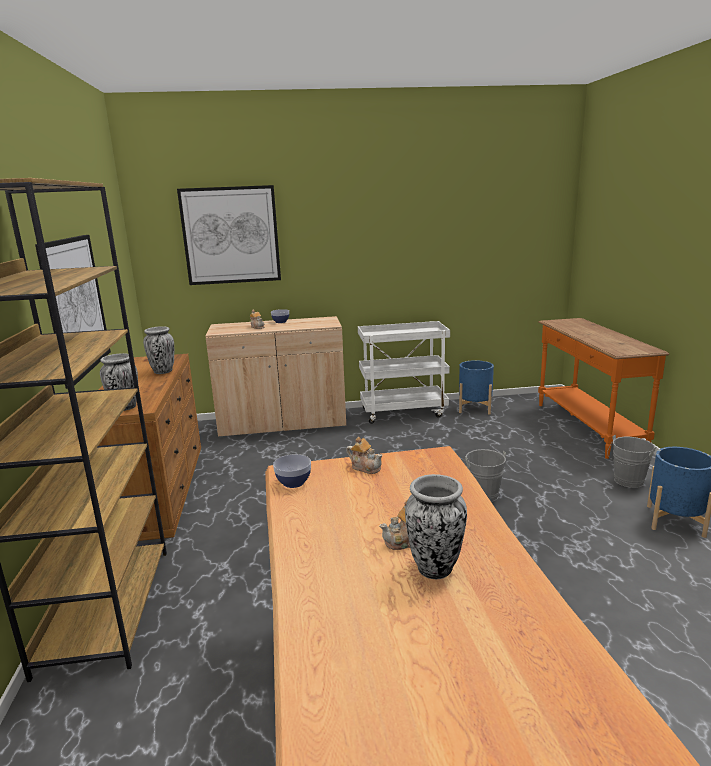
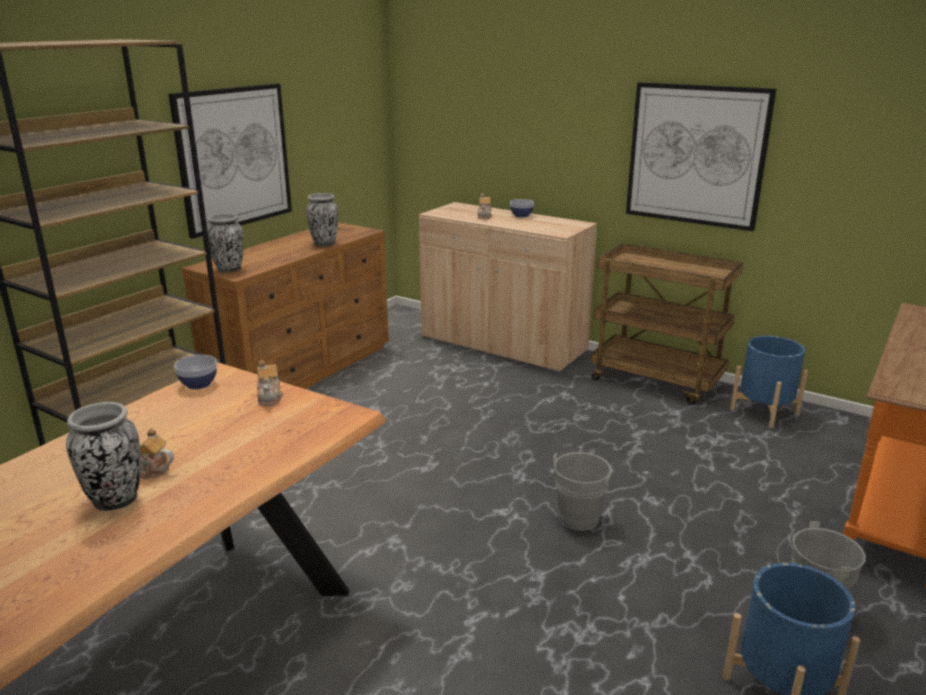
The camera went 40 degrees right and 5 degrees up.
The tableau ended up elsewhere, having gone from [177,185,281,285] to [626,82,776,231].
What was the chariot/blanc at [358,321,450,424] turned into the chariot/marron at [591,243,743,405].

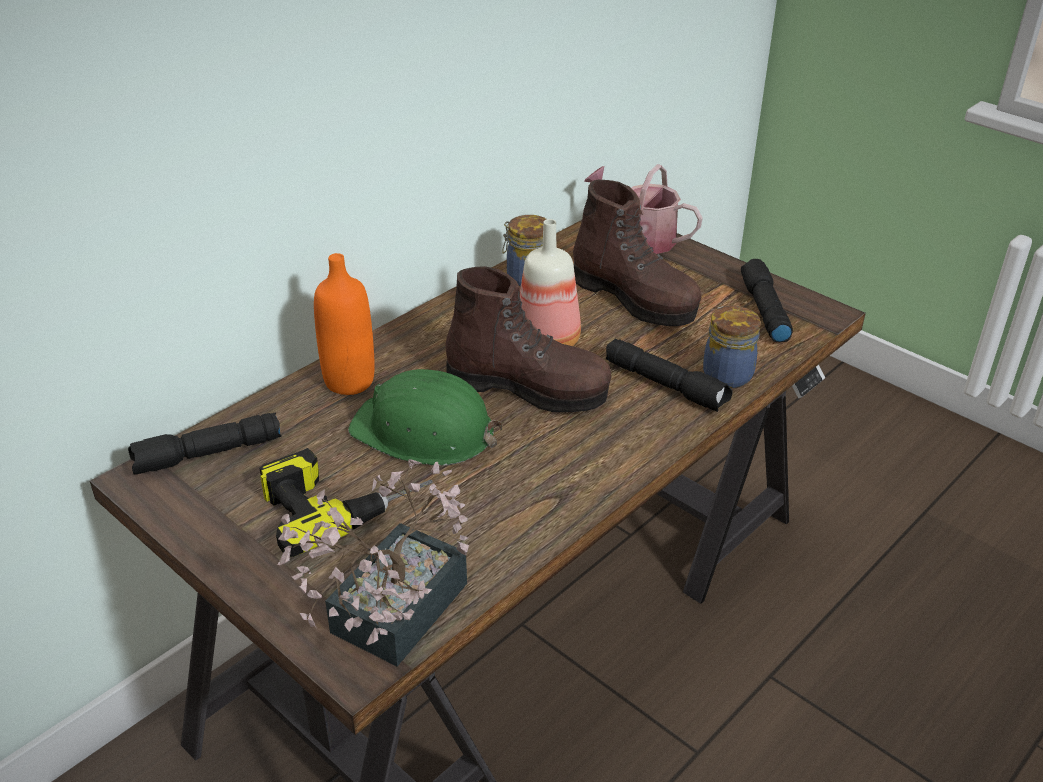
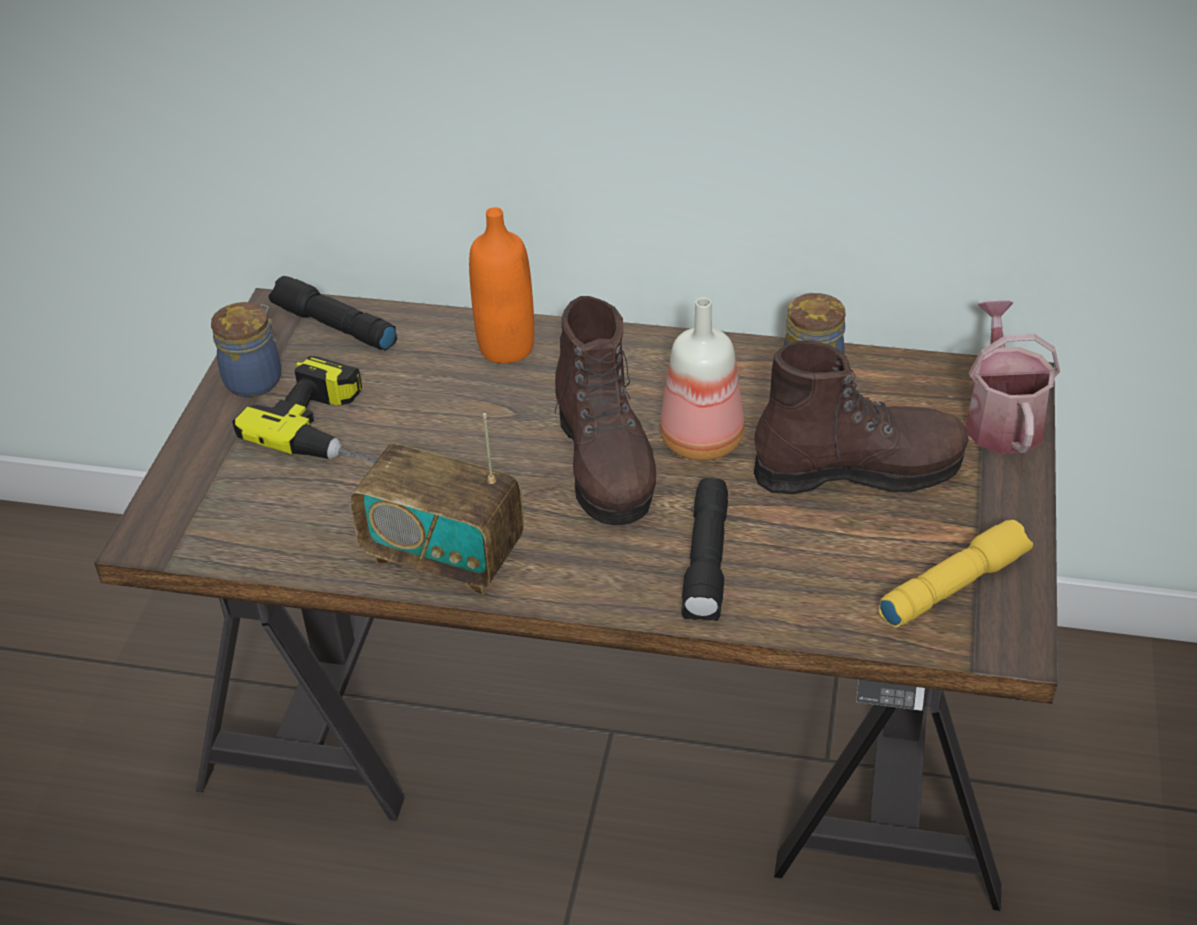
The camera went 60 degrees right and 5 degrees up.
The second view lost the plante en pot at [277,459,469,666].
The second view lost the casque de chantier/vert at [348,369,504,466].
The second view gained the radio at [350,413,524,595].
The bocal ended up elsewhere, having gone from [703,306,761,388] to [211,302,281,397].
What was the lampe de poche/noir at [741,259,793,342] turned into the lampe de poche/jaune at [879,520,1033,628].
The botte/marron at [573,180,701,326] ended up facing another way, 105 degrees counterclockwise from before.

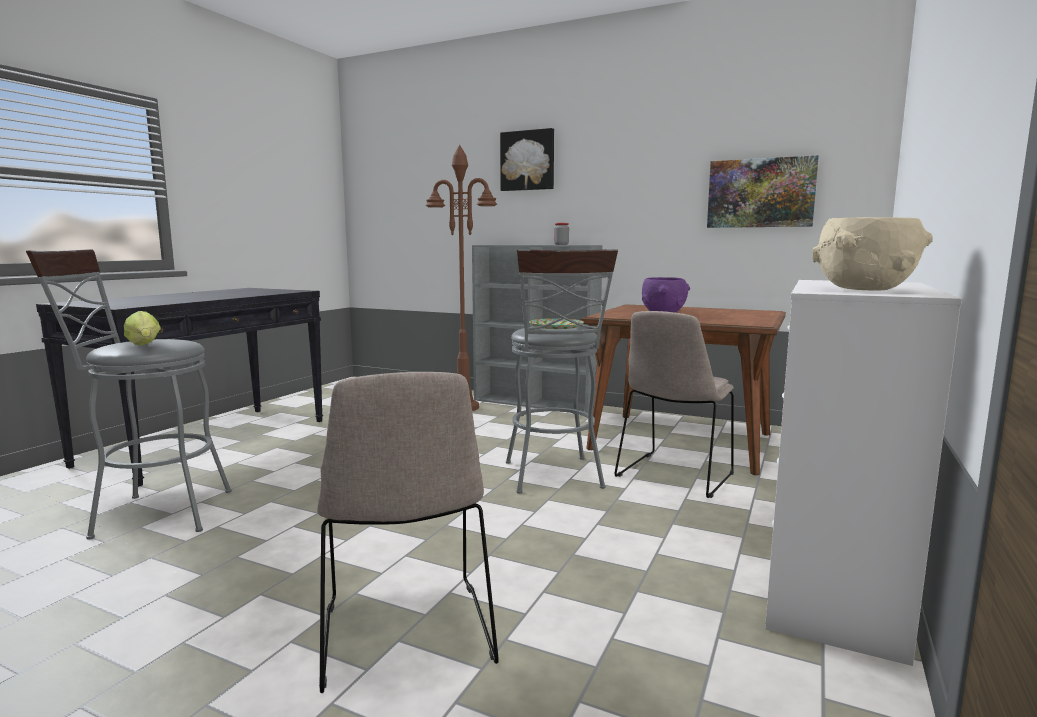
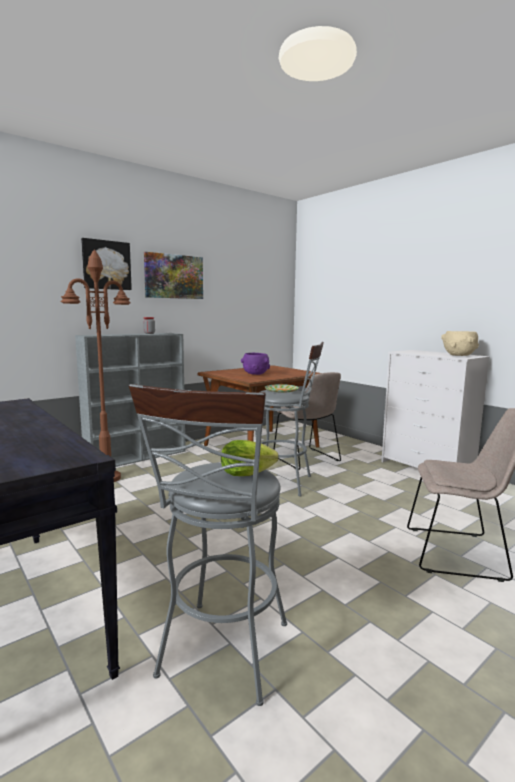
The camera went 65 degrees left and 0 degrees up.
The tableau ended up elsewhere, having gone from [707,155,819,228] to [144,252,203,299].

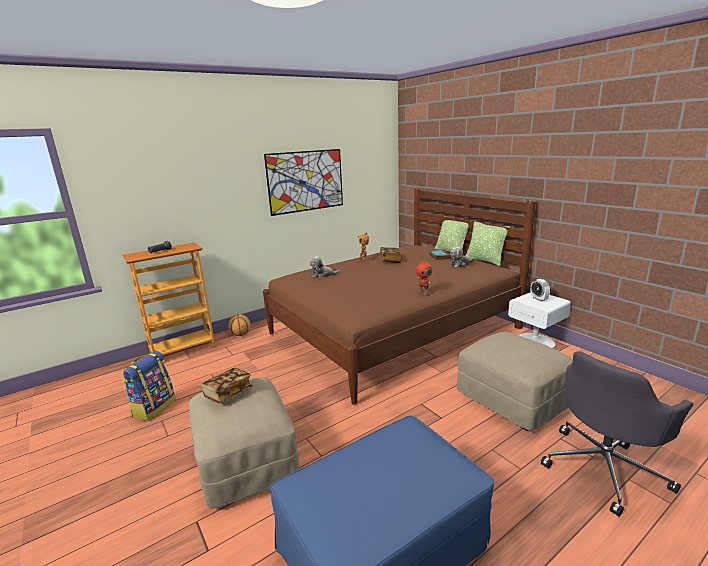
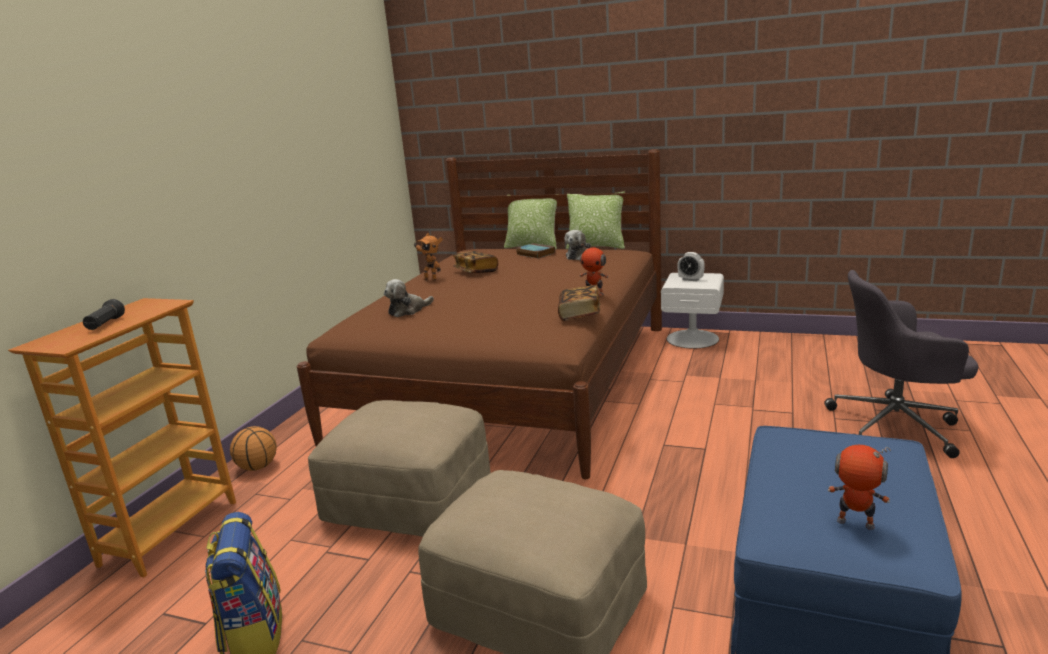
The camera went 35 degrees left and 0 degrees up.
The second view lost the tableau at [264,149,343,216].
The second view gained the robot jouet at [828,445,891,530].
The livre ended up elsewhere, having gone from [201,368,253,404] to [558,285,600,321].
The pouf/beige ended up elsewhere, having gone from [457,332,573,431] to [308,400,491,537].
The chaise de bureau/gris at [541,351,694,517] ended up facing another way, 75 degrees clockwise from before.

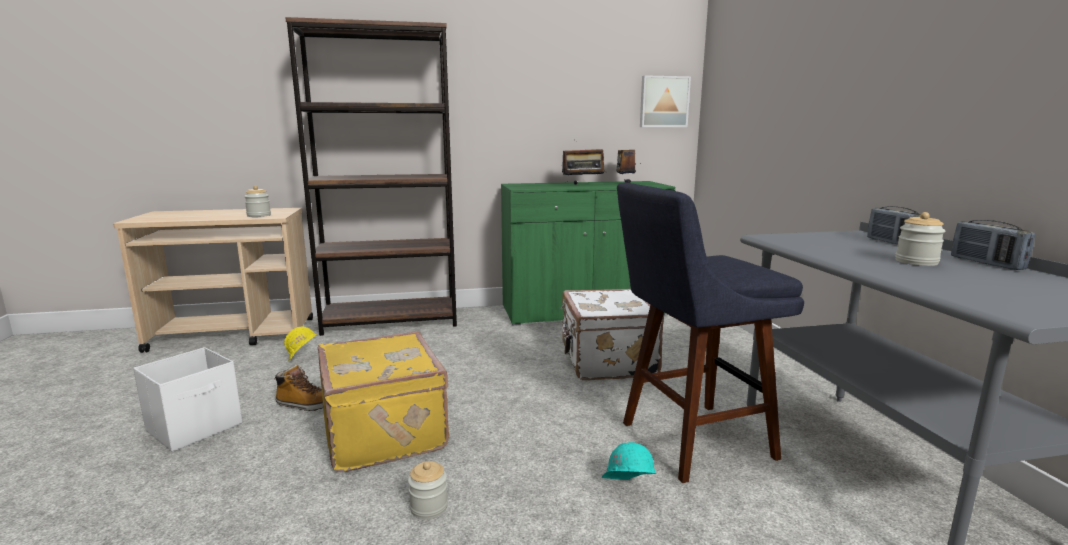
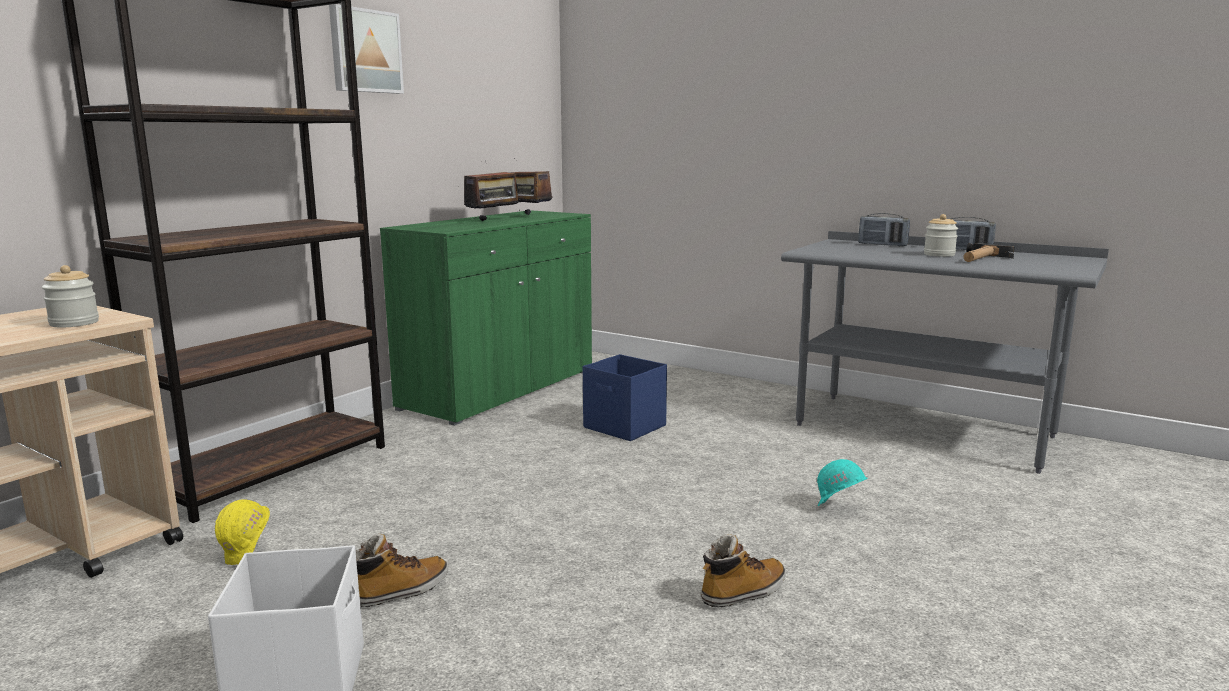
The camera went 45 degrees left and 0 degrees up.
The second view lost the valise/jaune at [318,331,449,472].
The second view lost the tabouret/bleu at [617,182,804,483].
The second view gained the marteau at [963,243,1015,262].
The tableau ended up elsewhere, having gone from [640,75,691,127] to [329,4,404,94].
Where the bocal stood at [408,461,448,519], the botte came to stand at [701,534,786,607].
Where the valise/blanc stood at [561,289,664,380], the boîte de rangement/bleu came to stand at [583,354,667,441].

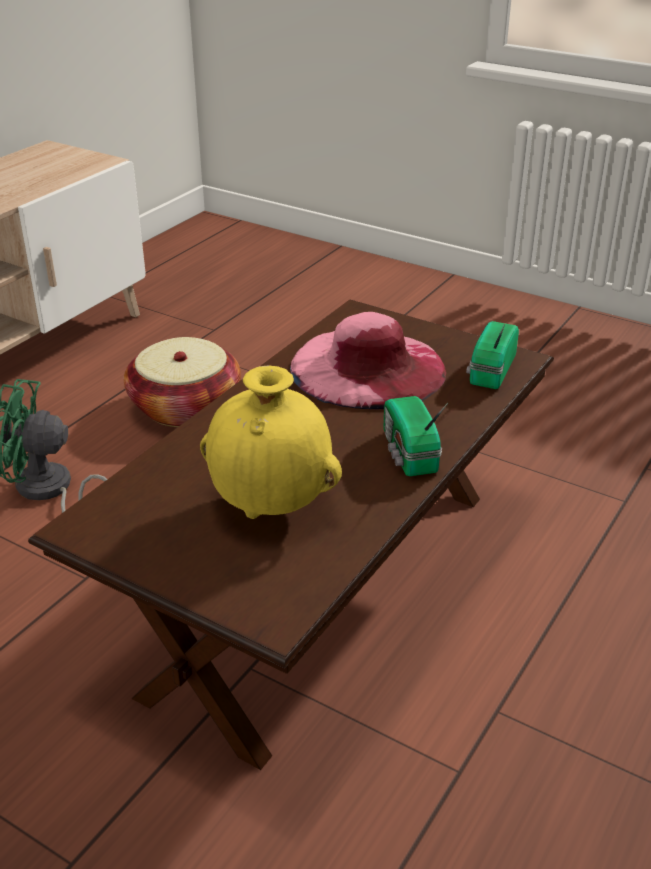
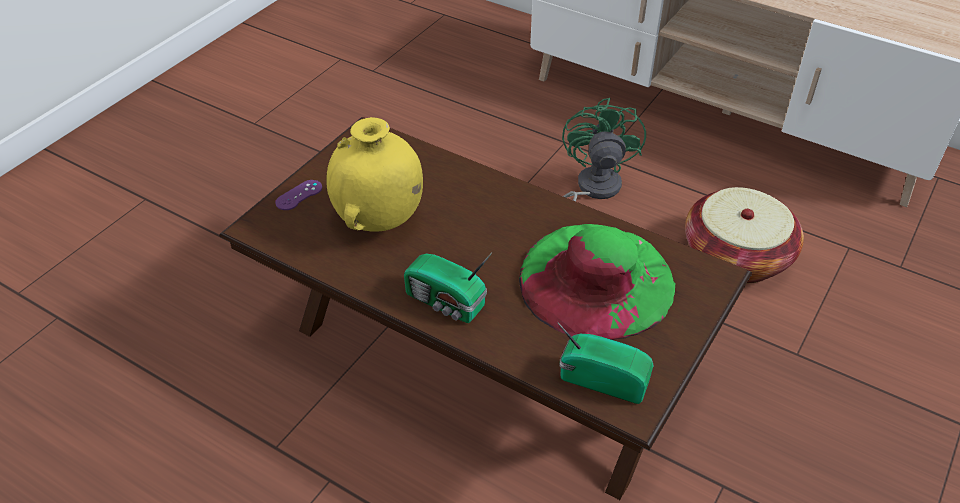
The camera went 90 degrees right and 10 degrees up.
The second view gained the manette/violet at [275,180,322,210].
What was the chapeau/rose at [290,312,446,409] turned into the chapeau/vert at [519,224,675,340].
The radio at [384,396,448,476] ended up facing another way, 135 degrees counterclockwise from before.

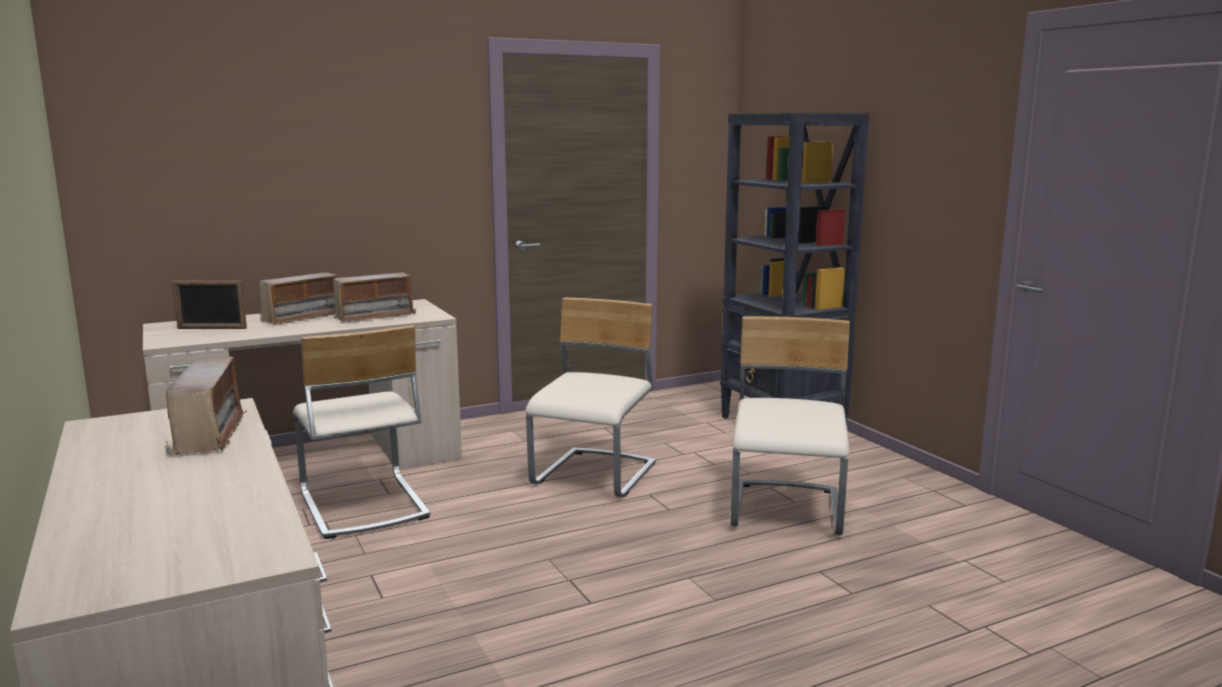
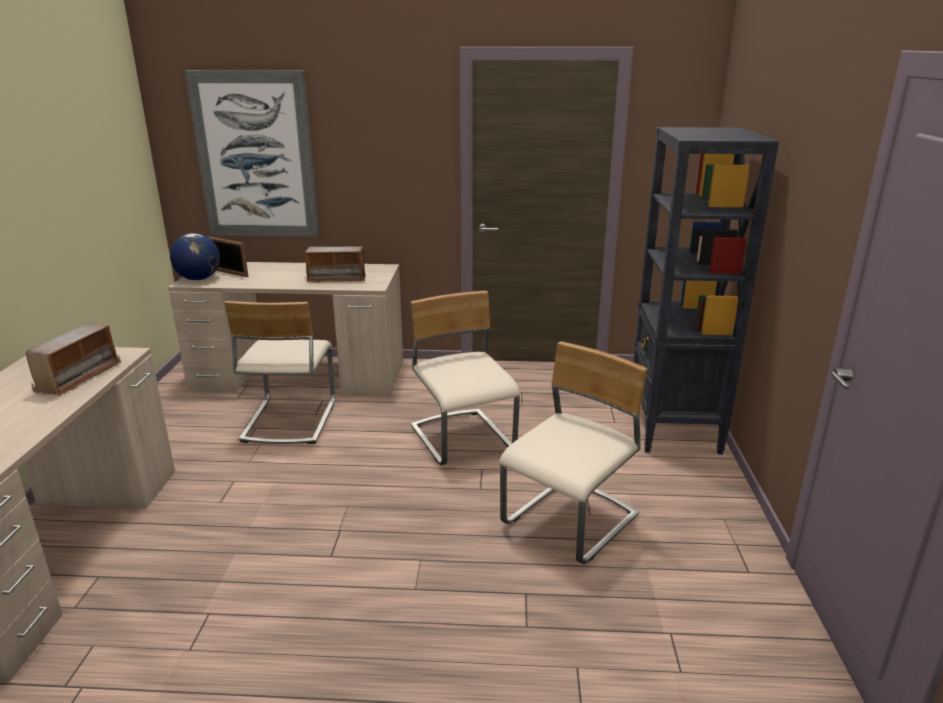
The camera went 30 degrees right and 10 degrees up.
The second view lost the radio at [259,272,337,325].
The second view gained the globe at [170,233,220,280].
The second view gained the tableau at [185,70,319,237].
The chaise/beige at [525,298,656,497] ended up facing another way, 75 degrees counterclockwise from before.

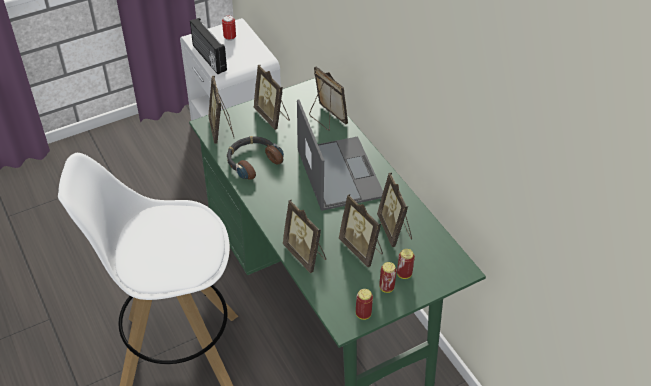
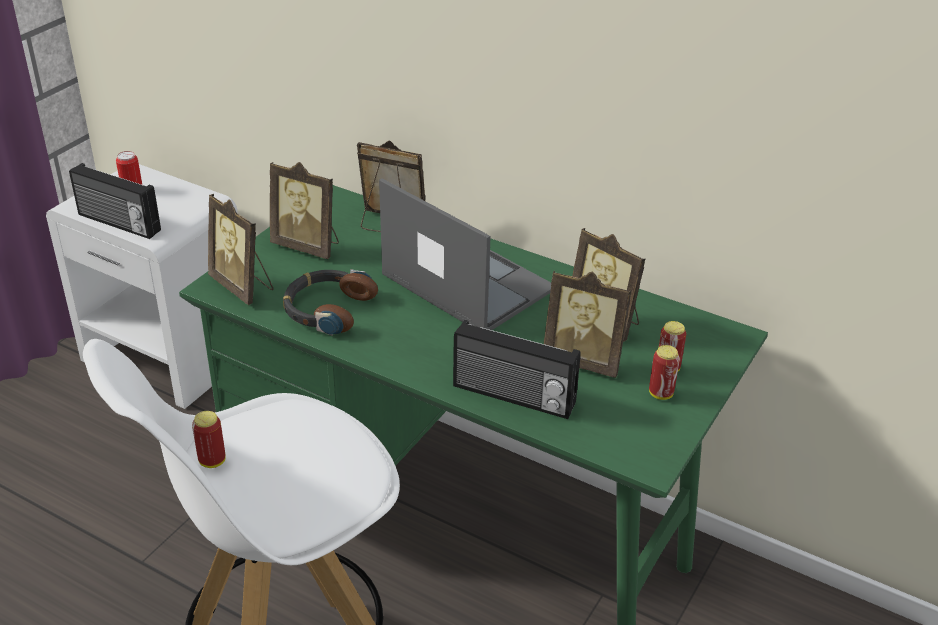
The camera went 30 degrees left and 10 degrees down.
The boîte métallique ended up elsewhere, having gone from [356,289,373,320] to [192,411,225,468].
Where the cadre photo stood at [283,199,326,273], the radio came to stand at [453,320,581,419].

